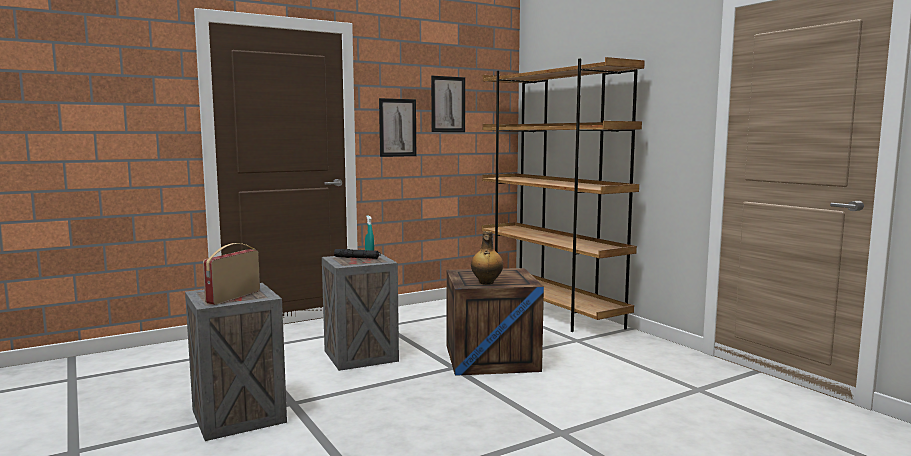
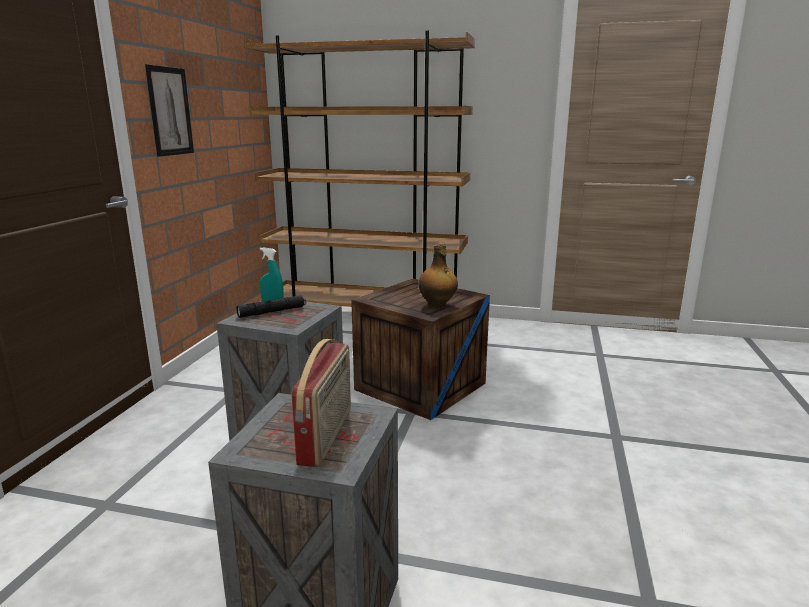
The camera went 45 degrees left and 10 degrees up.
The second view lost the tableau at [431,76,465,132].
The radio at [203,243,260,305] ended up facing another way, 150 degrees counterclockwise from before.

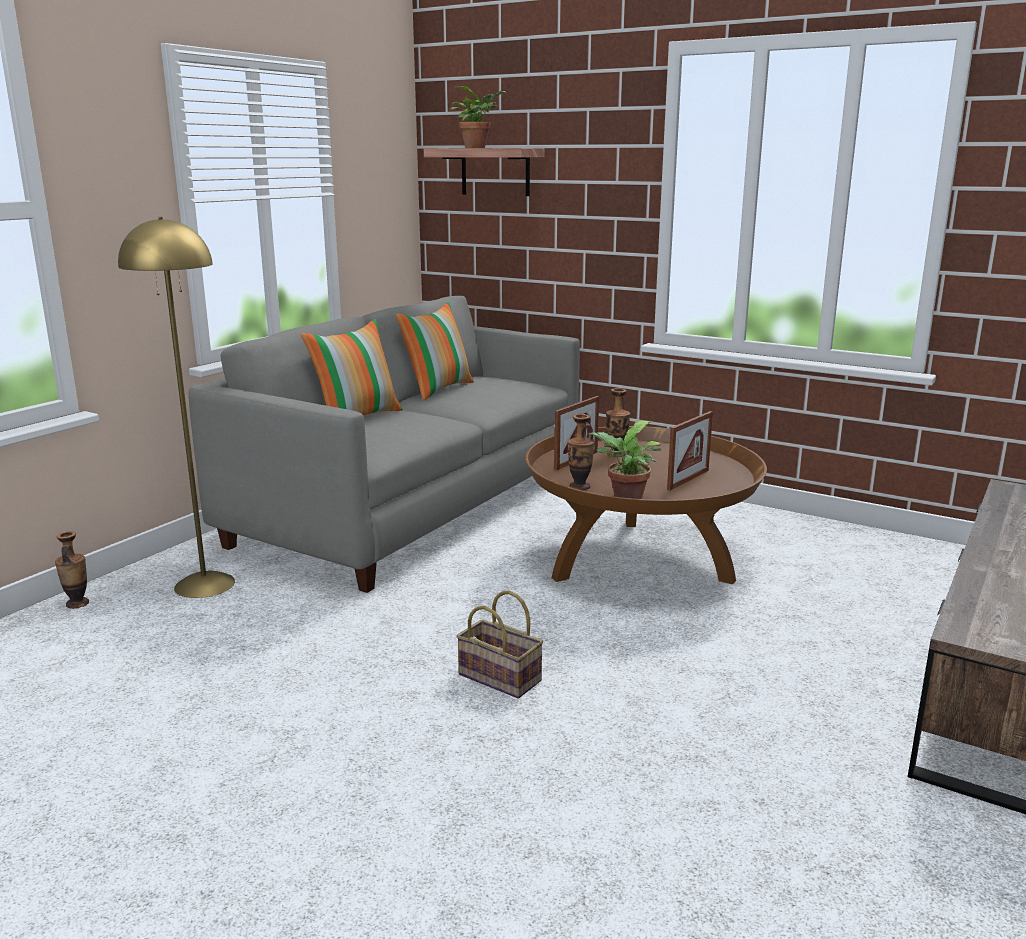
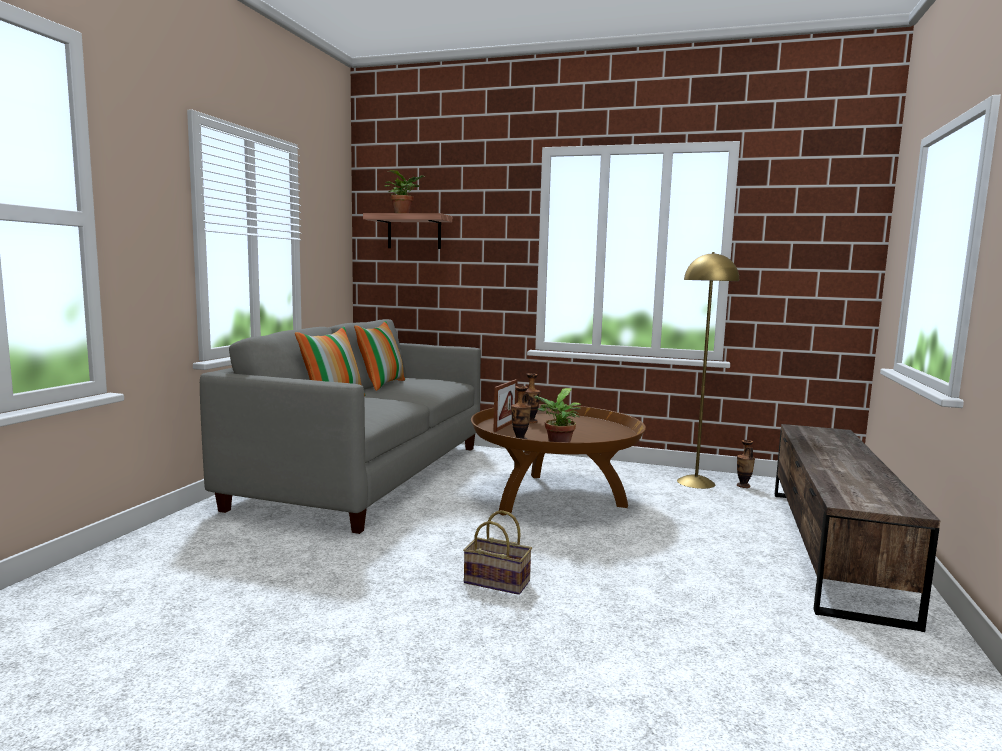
The camera went 15 degrees left and 10 degrees down.
The second view lost the cadre photo at [667,411,713,491].
The vase ended up elsewhere, having gone from [55,531,89,609] to [737,440,755,488].
The lampadaire/jaune ended up elsewhere, having gone from [118,217,235,598] to [677,252,739,489].

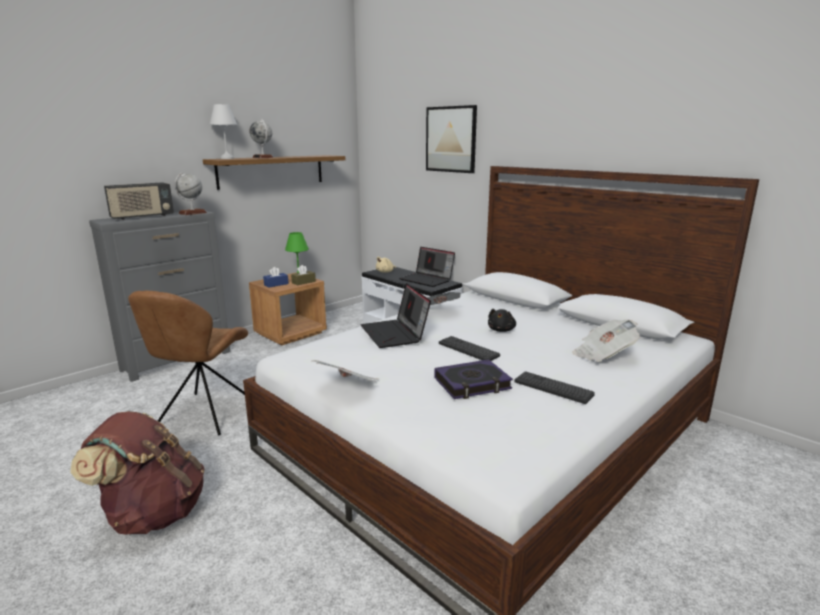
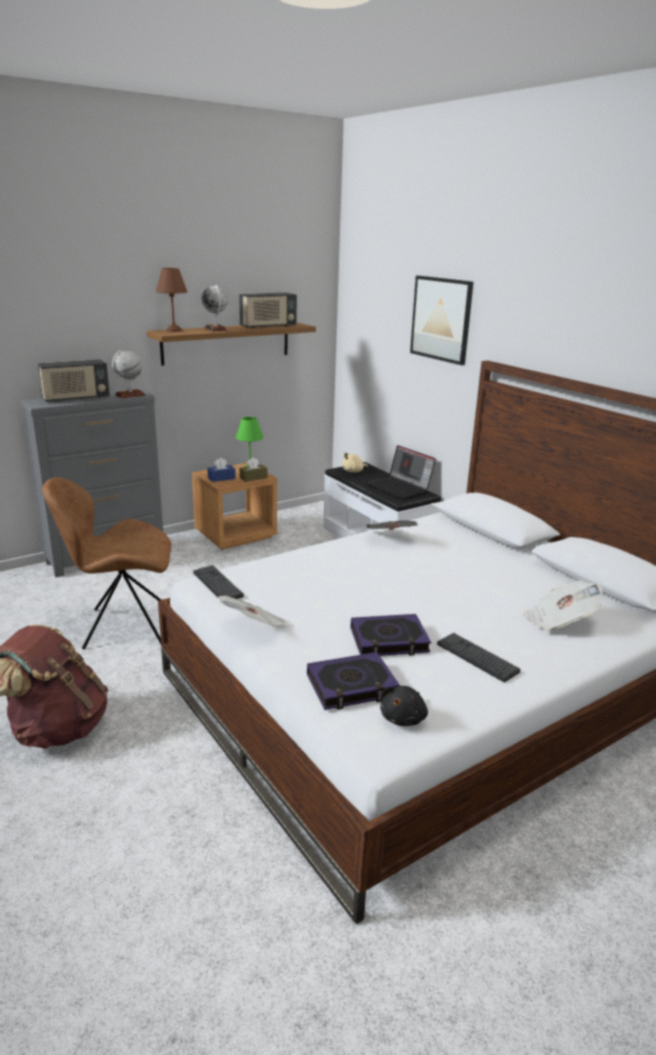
The camera went 10 degrees right and 5 degrees up.
The second view lost the ordinateur portable at [361,283,431,348].
The second view gained the radio at [239,293,297,329].
The second view gained the livre at [307,652,400,710].
The clavier ended up elsewhere, having gone from [439,336,500,361] to [193,565,244,601].
The peluche/noir ended up elsewhere, having gone from [488,309,516,332] to [380,686,428,726].
What was the lampe de table/blanc at [210,104,237,159] turned into the lampe de table/marron at [156,268,187,332].
The chaise/marron at [128,291,248,435] ended up facing another way, 60 degrees clockwise from before.

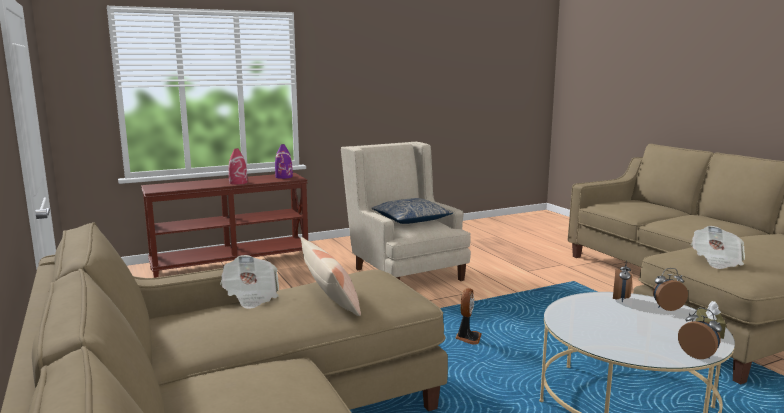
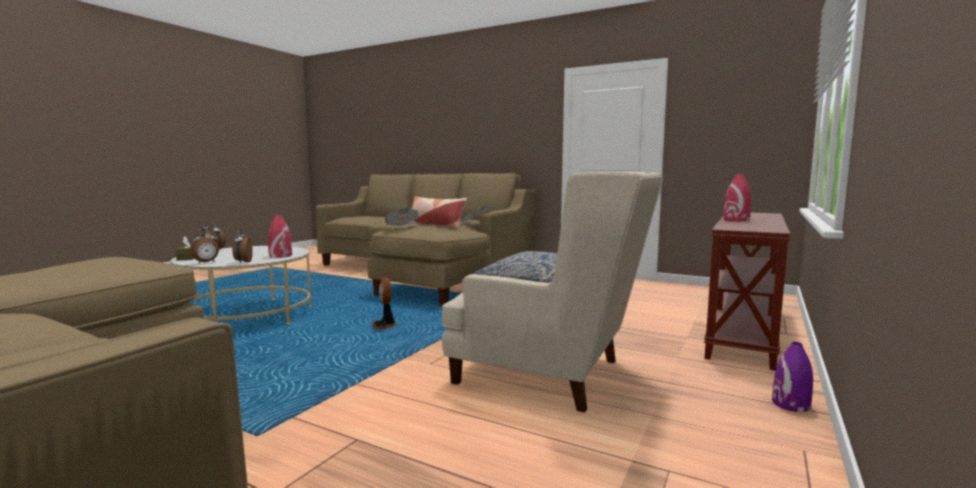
The camera went 145 degrees right and 5 degrees down.
The second view gained the vase/rouge at [268,215,292,258].
The vase/violet ended up elsewhere, having gone from [275,144,293,179] to [772,342,813,412].
The journal ended up elsewhere, having gone from [691,226,745,269] to [385,208,419,226].

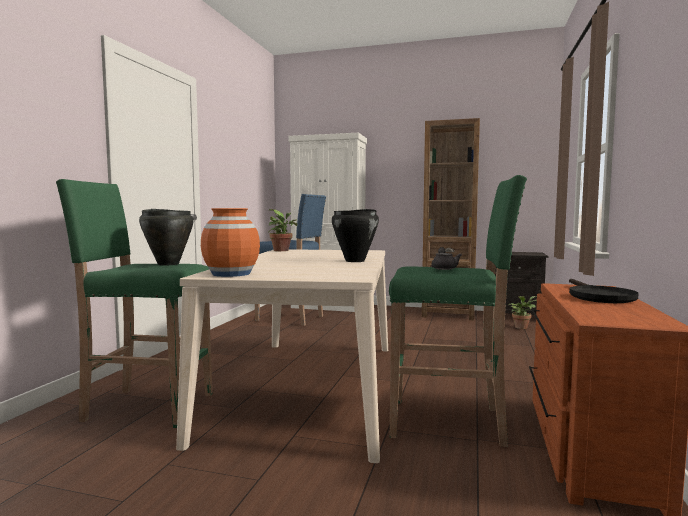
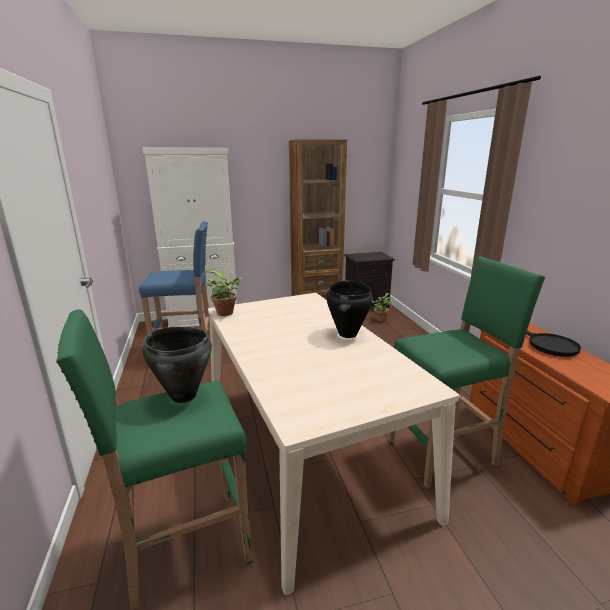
The camera went 30 degrees left and 15 degrees up.
The second view lost the vase/orange at [201,208,260,277].
The second view lost the théière/gris at [431,247,462,270].

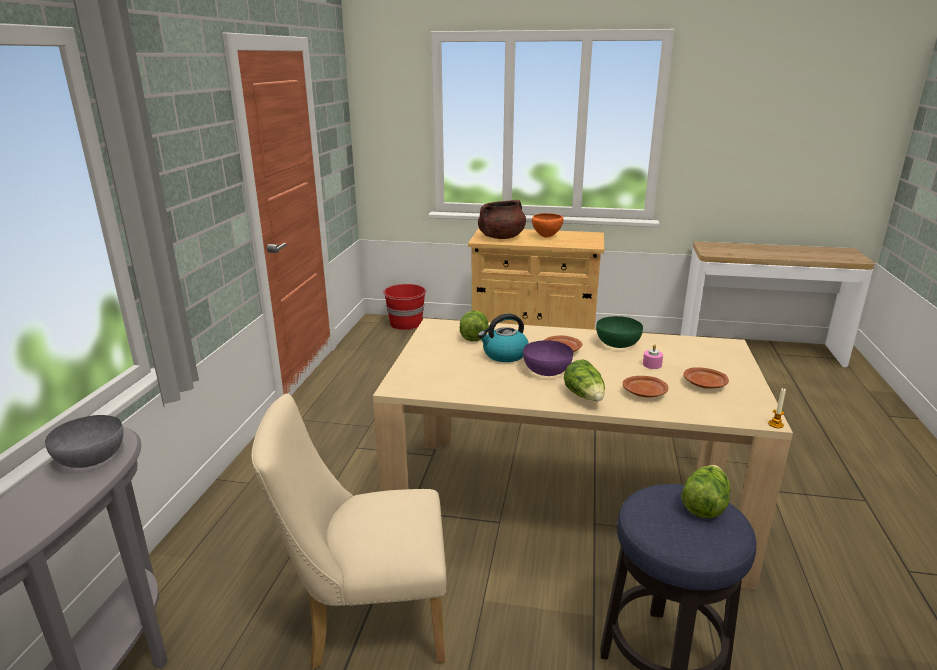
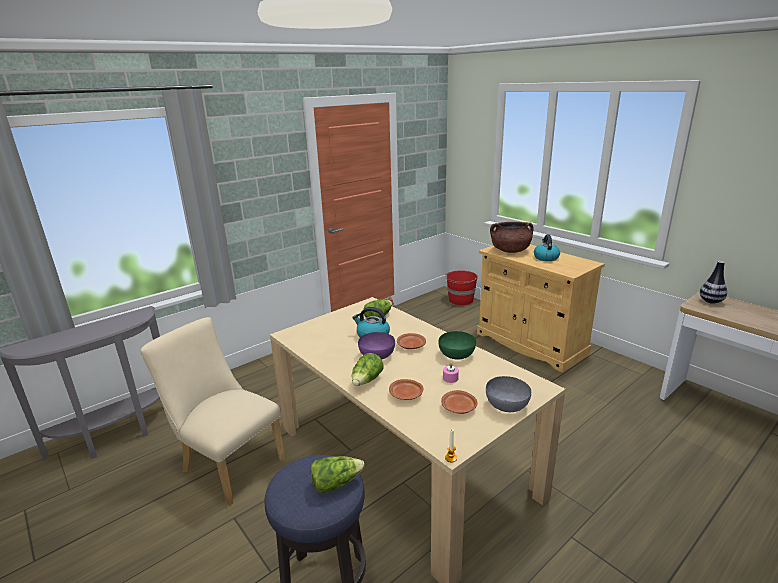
The camera went 40 degrees right and 0 degrees up.
The second view gained the vase at [700,261,727,304].
The bol/gris ended up elsewhere, having gone from [45,415,124,468] to [486,376,531,412].
Where the bol/orange stood at [532,213,563,238], the bouilloire came to stand at [534,234,560,261].

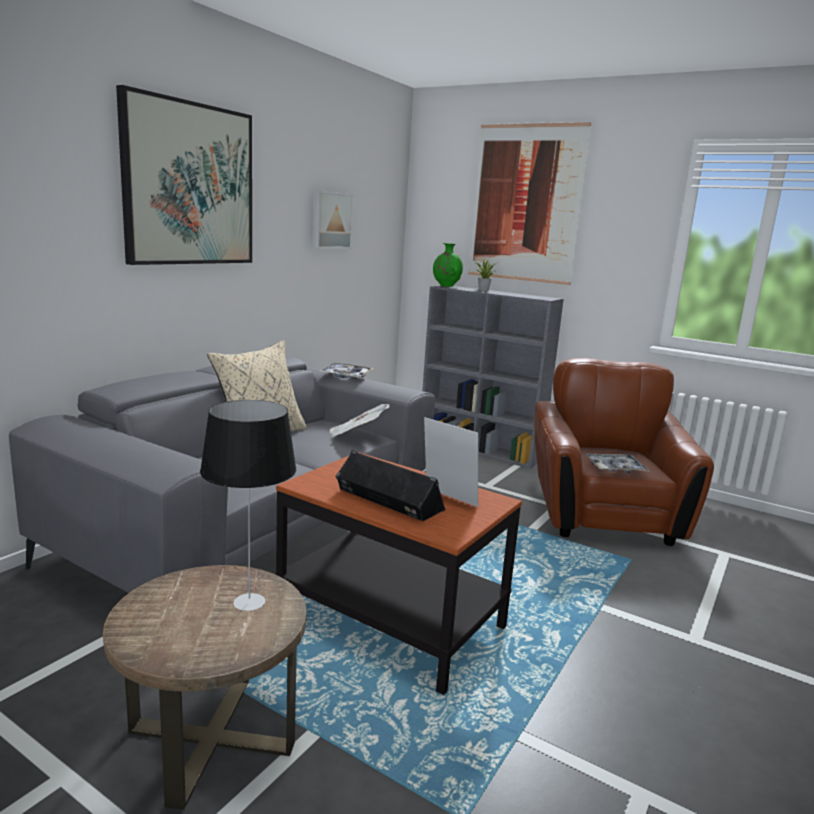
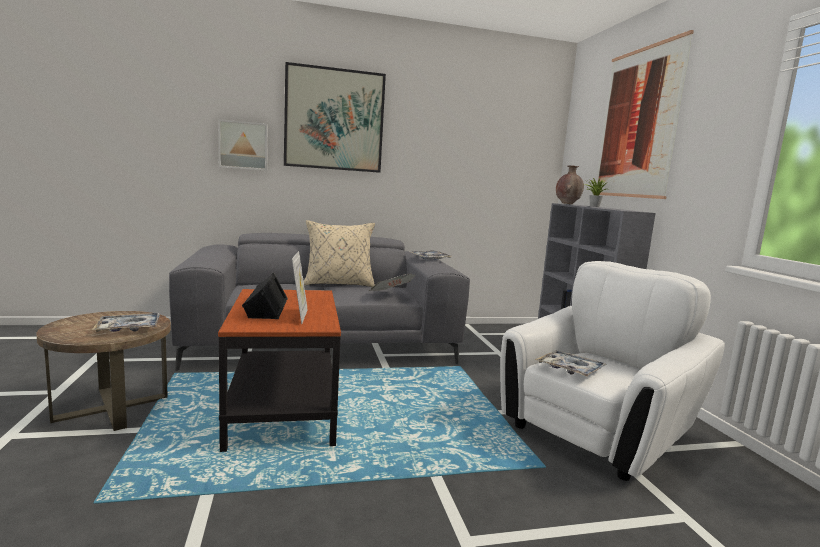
The camera went 45 degrees right and 5 degrees down.
The tableau ended up elsewhere, having gone from [312,190,354,249] to [218,119,268,171].
Where the lampe de table stood at [200,400,296,611], the plateau came to stand at [92,313,160,332].
What was the vase/vert at [433,243,463,287] turned into the vase/marron at [556,166,584,204].
What was the fauteuil/marron at [534,358,714,546] turned into the fauteuil/blanc at [500,261,725,481].

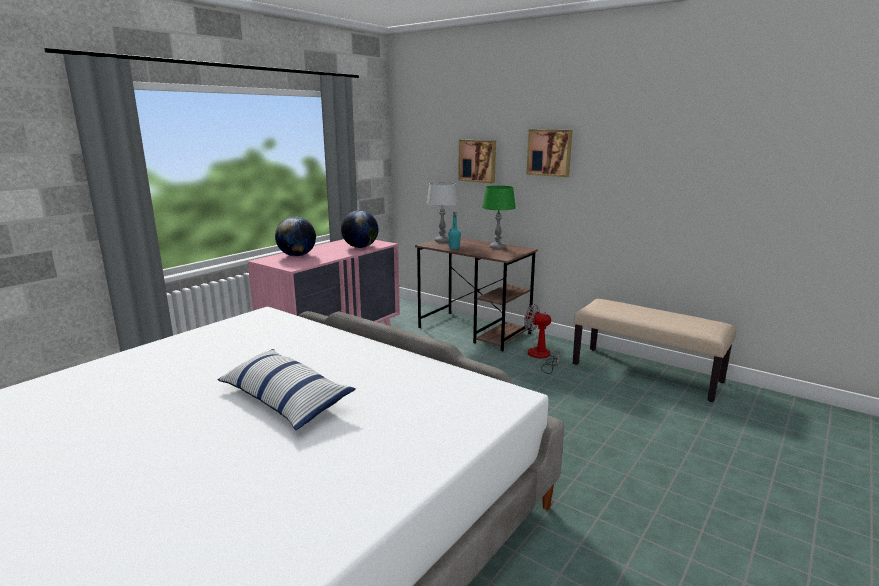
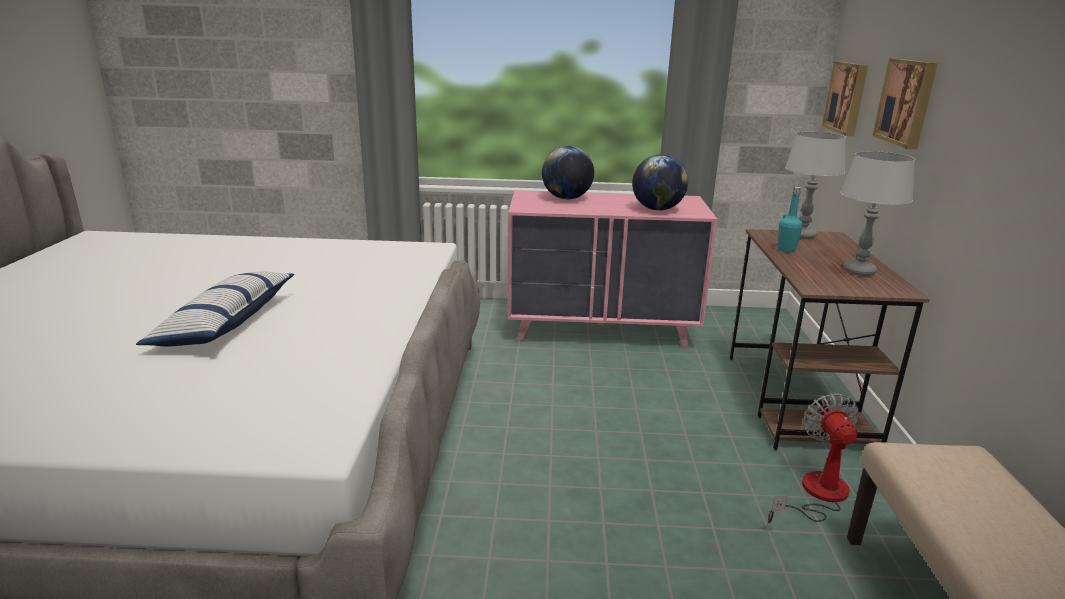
The camera went 55 degrees right and 5 degrees up.
The tableau ended up elsewhere, having gone from [526,129,572,177] to [822,61,868,136].
What was the lampe de table/vert at [482,186,516,249] turned into the lampe de table/gris at [840,151,915,276].

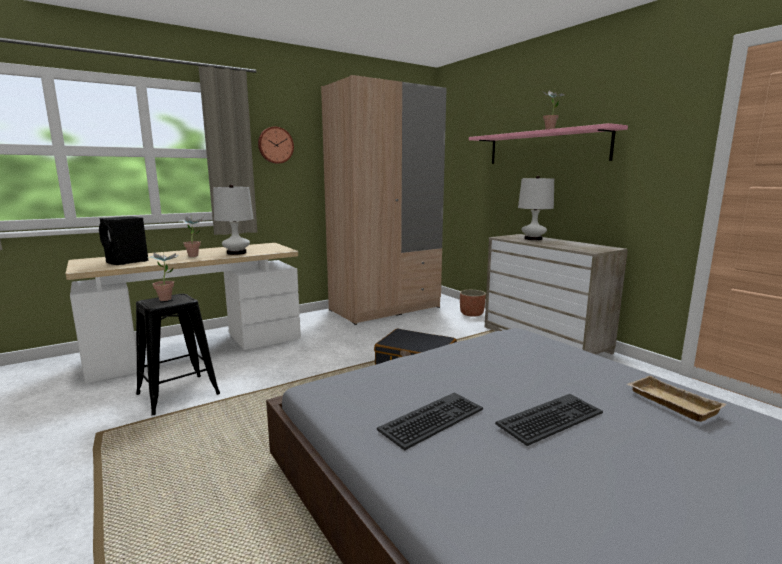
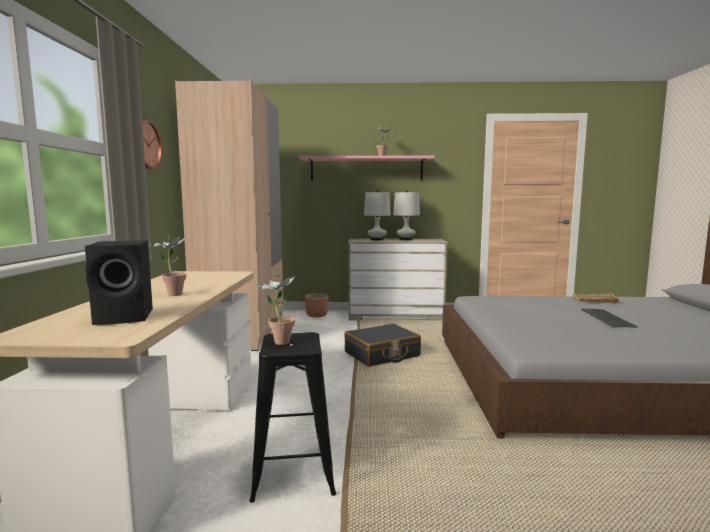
The camera went 55 degrees left and 5 degrees down.
The second view lost the clavier at [377,392,483,450].
The lampe de table/blanc ended up elsewhere, having gone from [213,184,253,255] to [393,191,420,240].

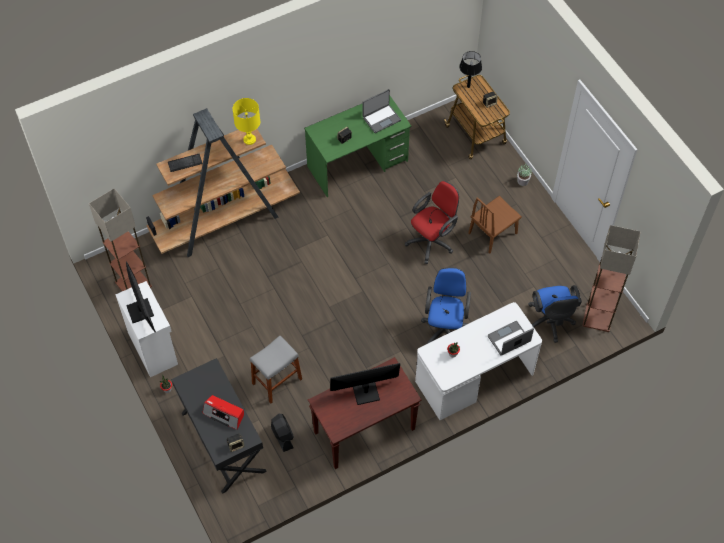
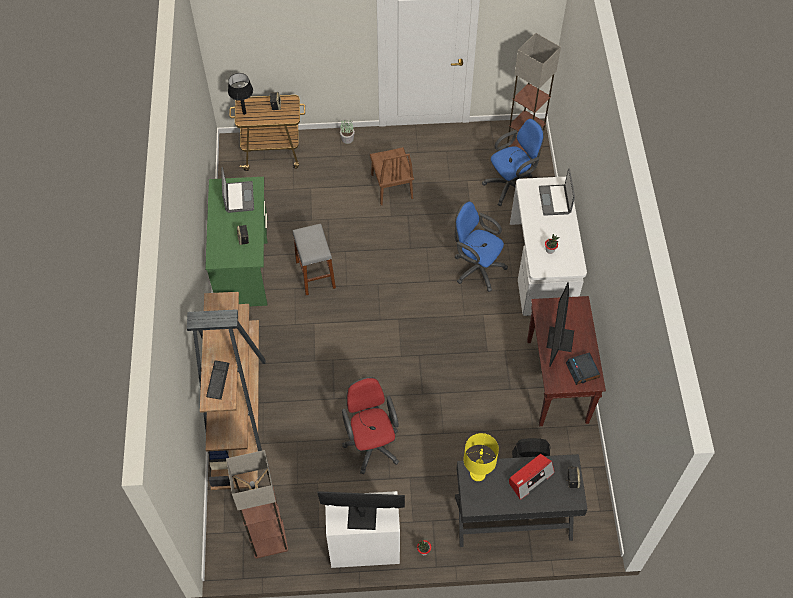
The camera went 65 degrees left and 0 degrees up.
The second view gained the réveil at [566,353,600,385].
The lampe de table/jaune ended up elsewhere, having gone from [233,98,260,145] to [463,433,499,481].
The tabouret/gris ended up elsewhere, having gone from [250,336,302,403] to [293,224,336,296].
The chaise de bureau/rouge ended up elsewhere, having gone from [405,181,459,264] to [342,377,399,474].
The chaise de bureau/bleu at [528,285,582,343] ended up facing another way, 45 degrees counterclockwise from before.

